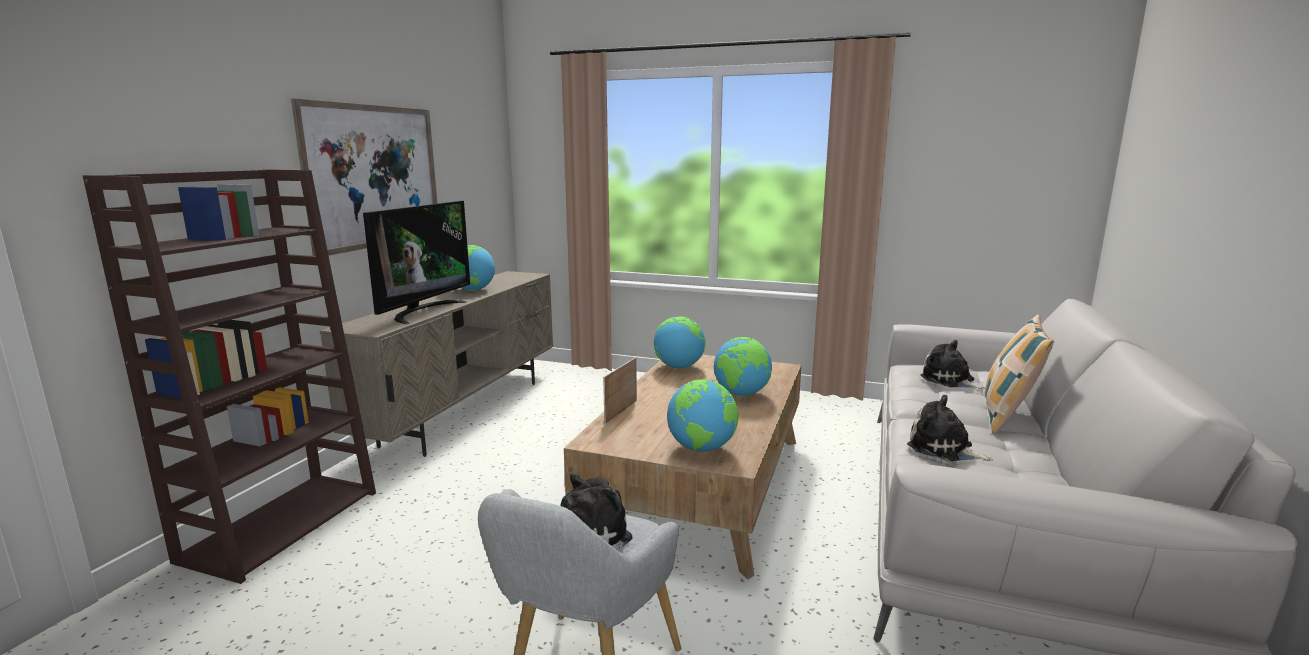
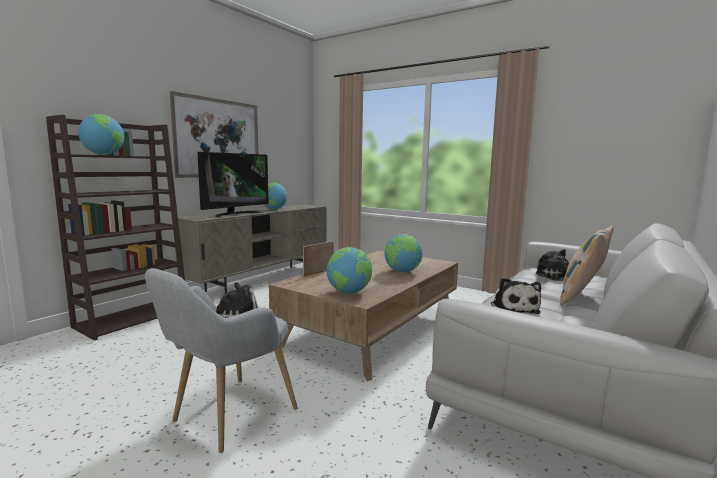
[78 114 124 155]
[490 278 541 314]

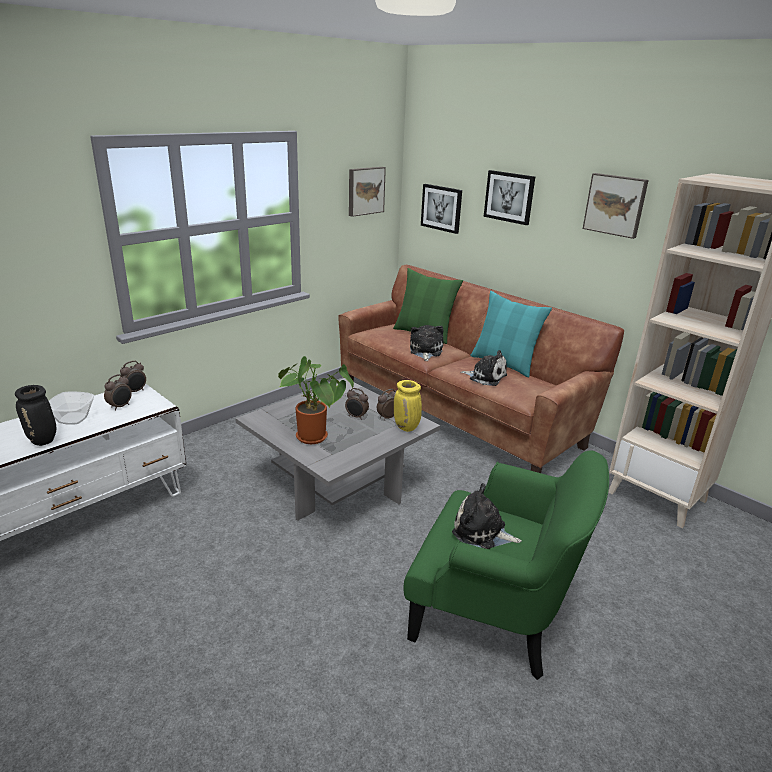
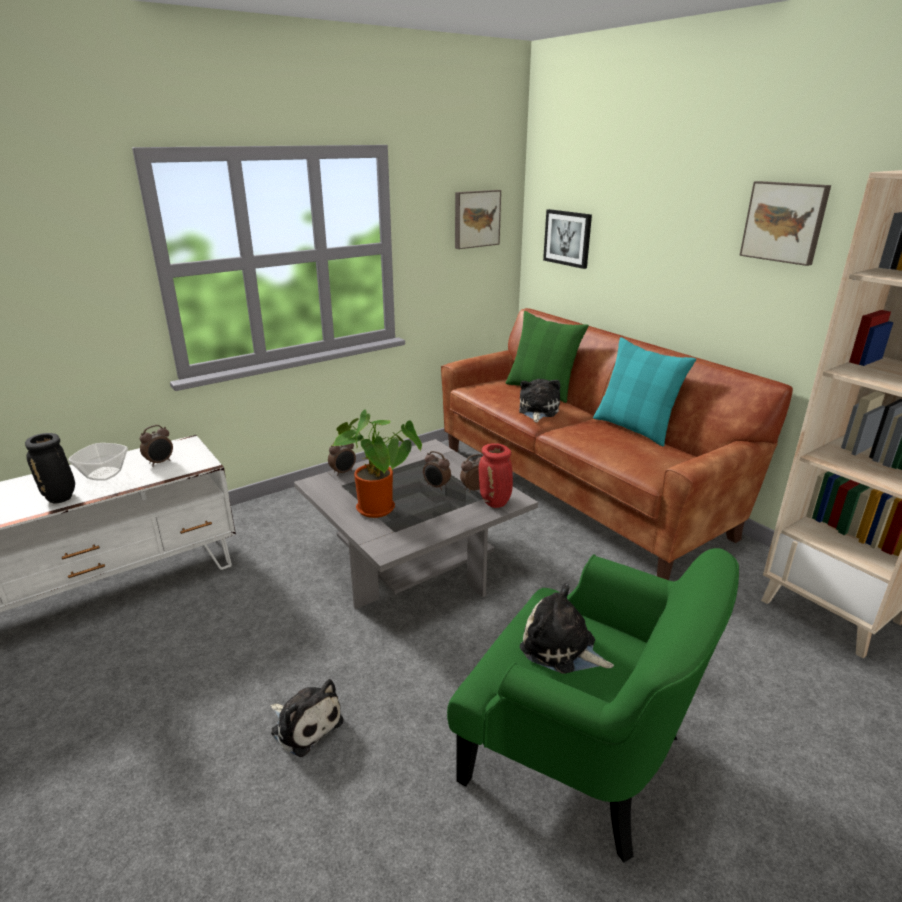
[328 443 356 476]
[479 443 513 508]
[271 679 344 757]
[484 170 535 225] (first image)

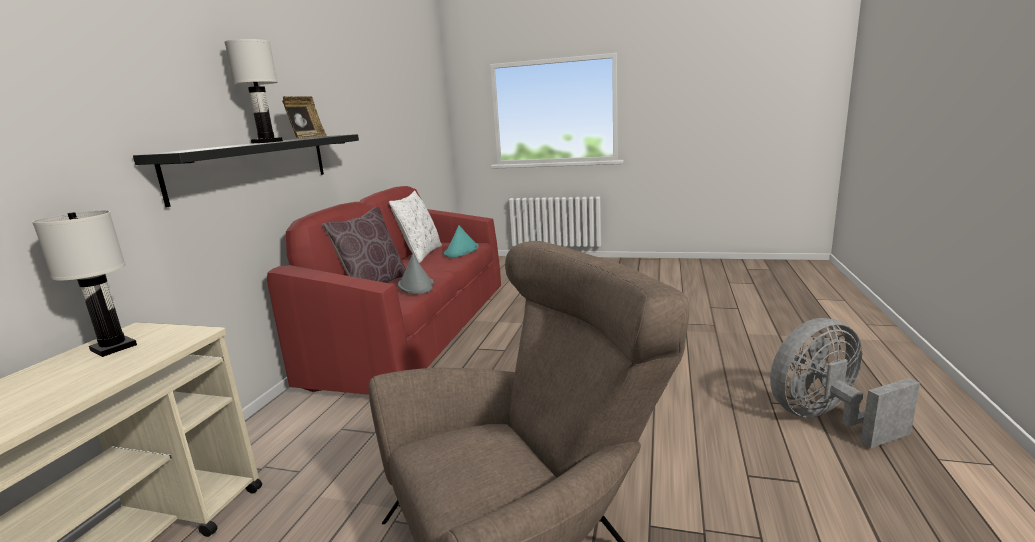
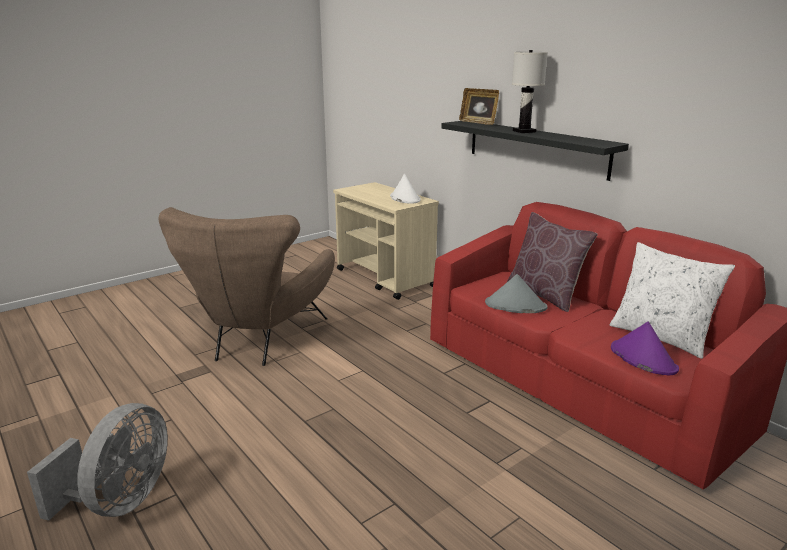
[390 173 421 204]
[459 88 499 125]
[611 322 679 375]

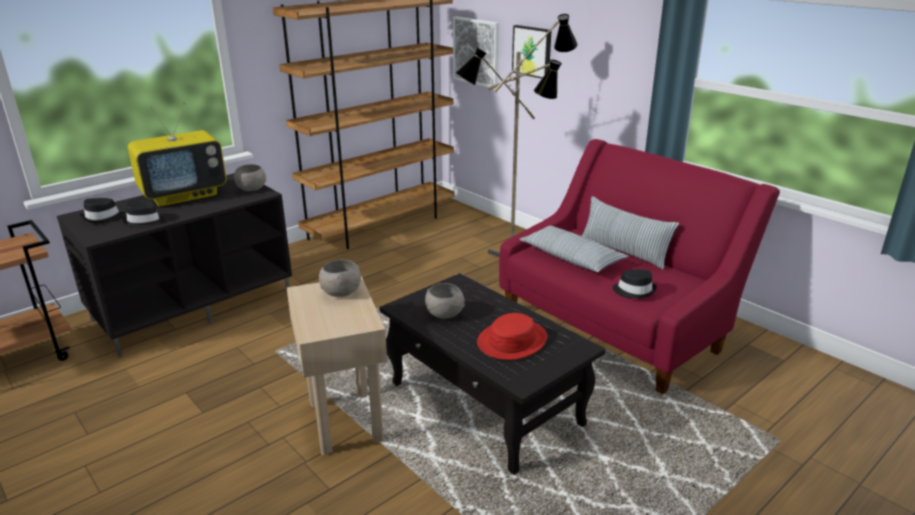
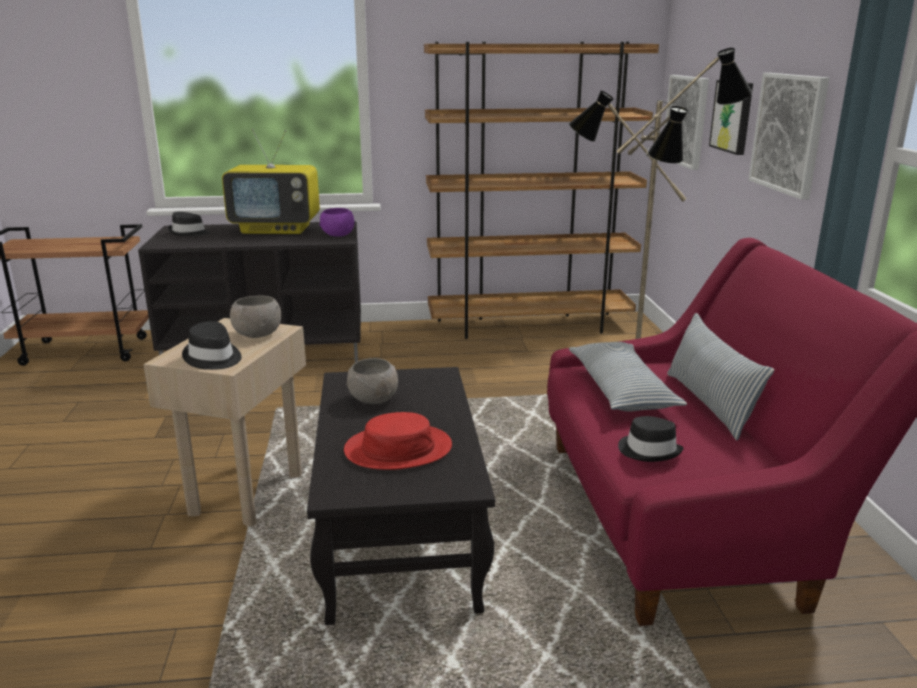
[182 321 242 370]
[320 208 354 237]
[748 73 829 200]

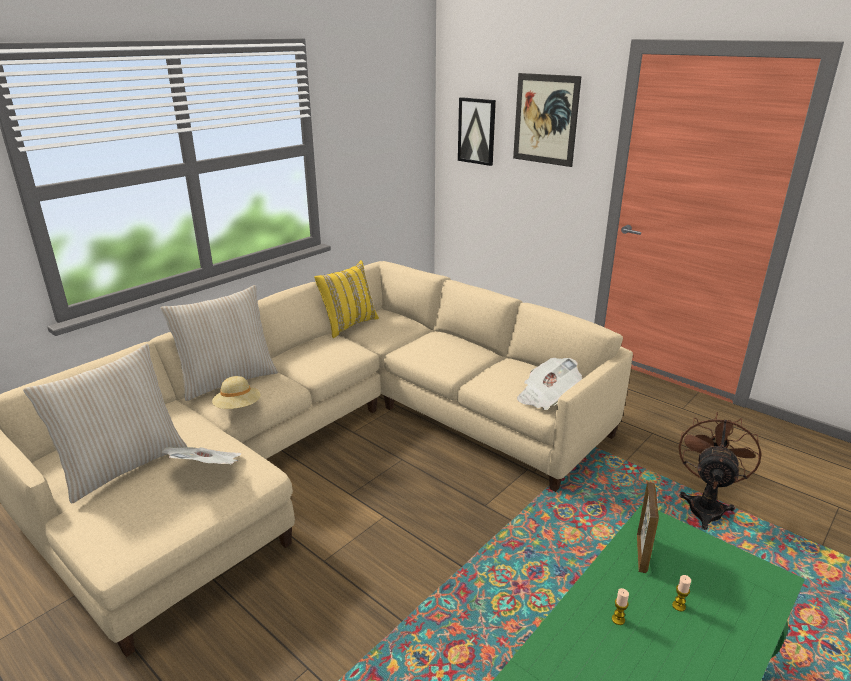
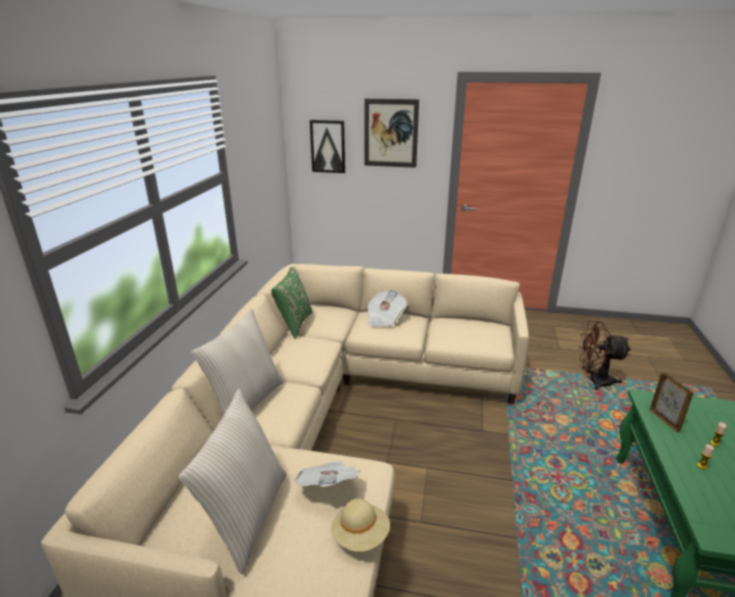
[331 499 390 552]
[271 267 312 339]
[366 291 407 327]
[579 321 630 390]

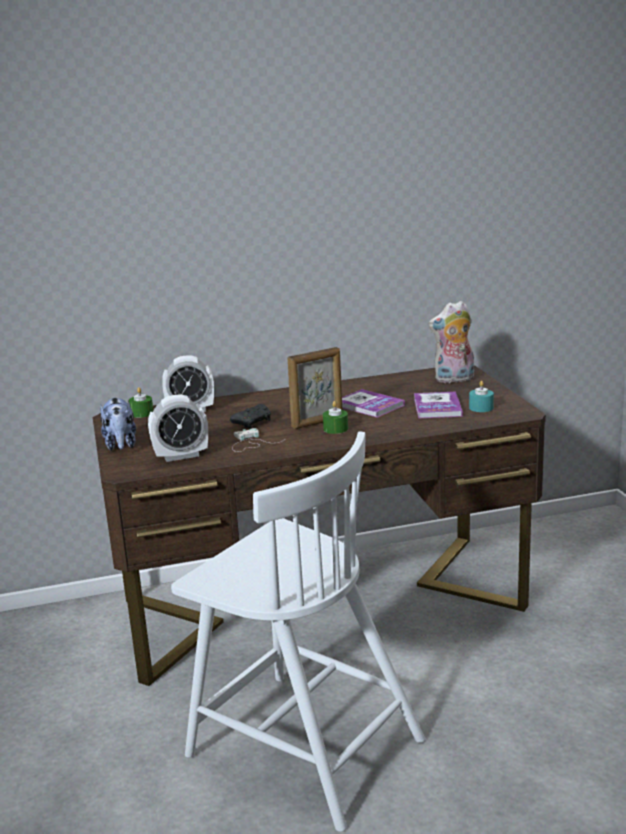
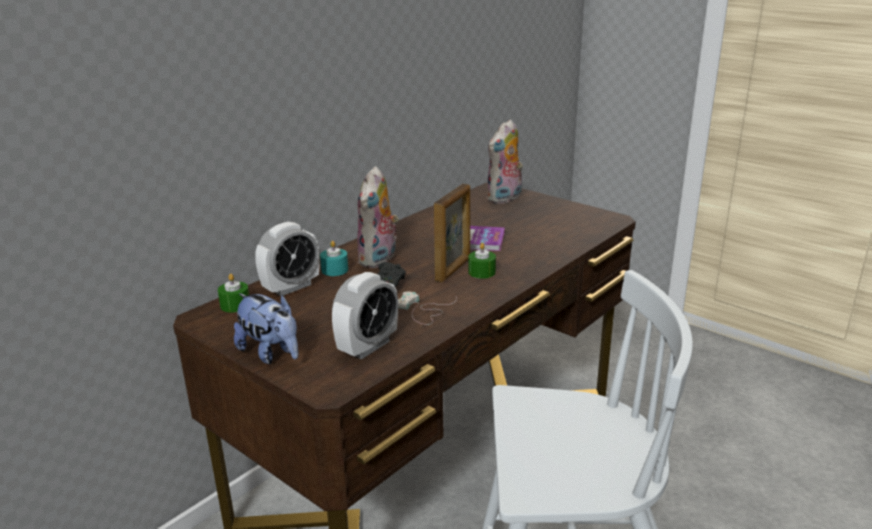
[414 392 463 418] (first image)
[320 241 348 276]
[357 166 399 268]

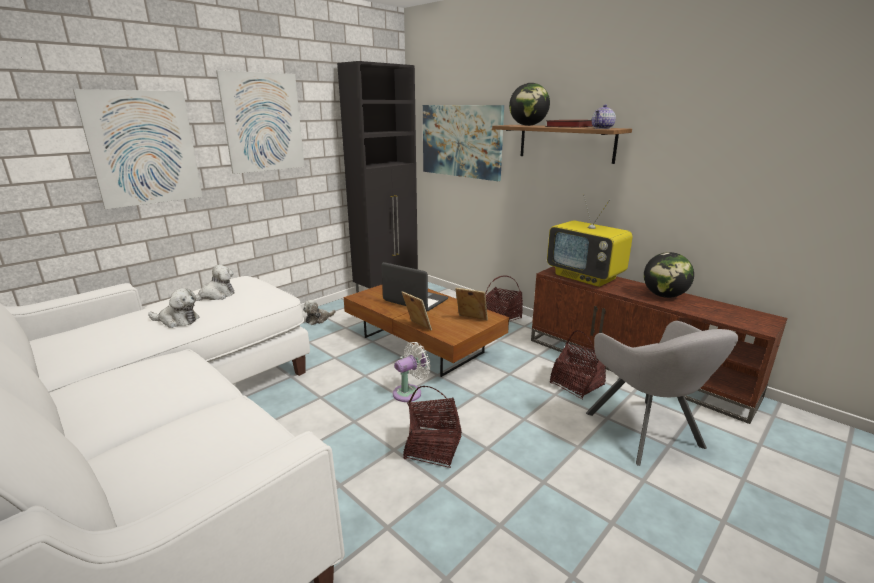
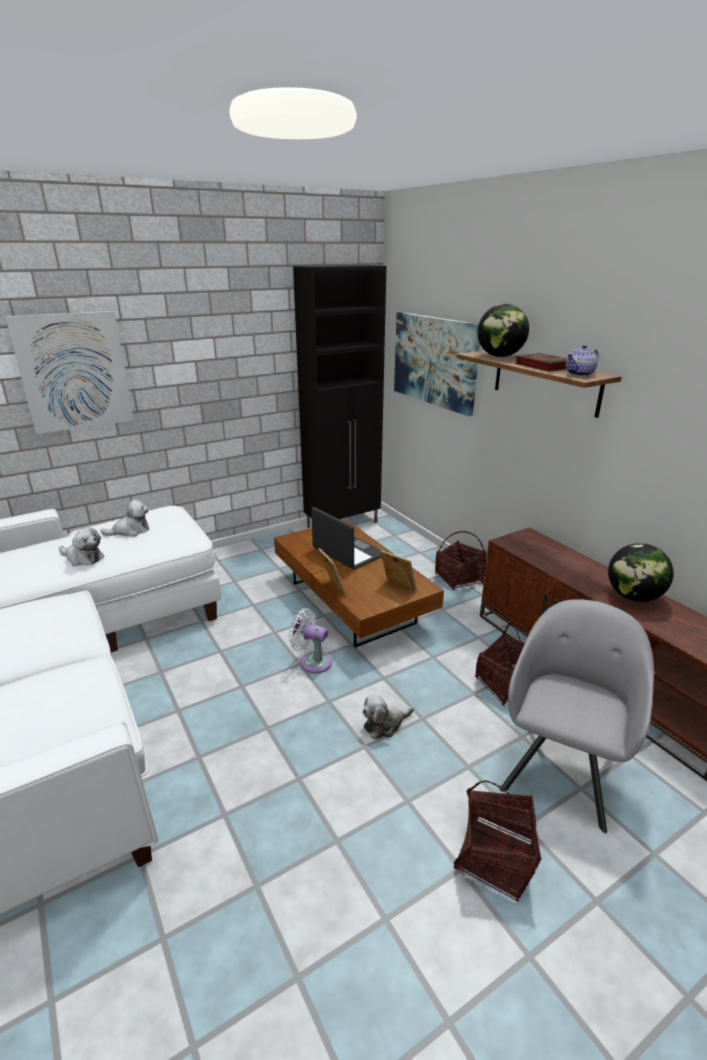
[216 70 305 174] (first image)
[362 694 414 739]
[288 608 332 674]
[454 780 542 902]
[547 195 633 287] (first image)
[500 599 654 833]

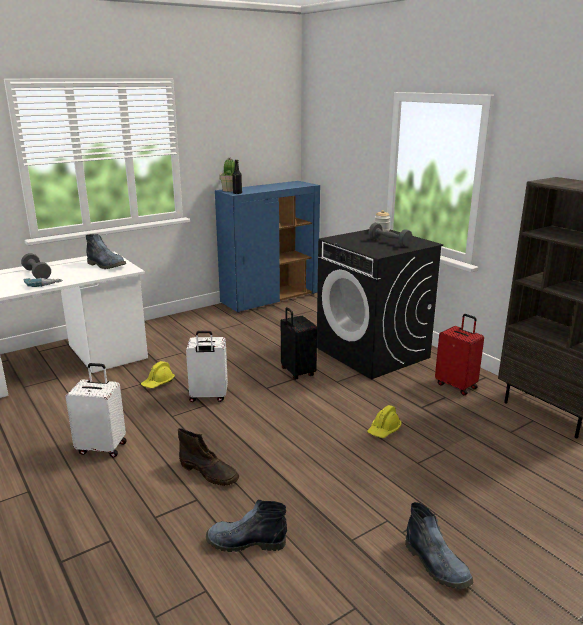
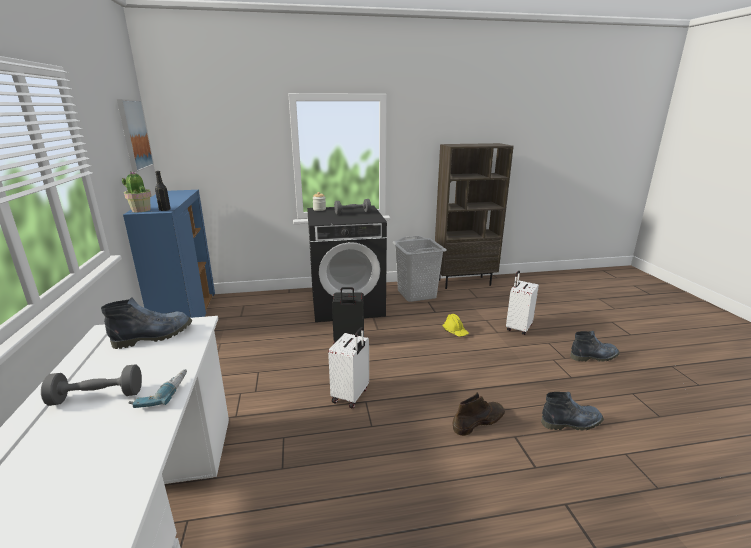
[506 271 539 335]
[141 361 175 388] (first image)
[541 392 604 430]
[392 236 447 302]
[117 99 154 172]

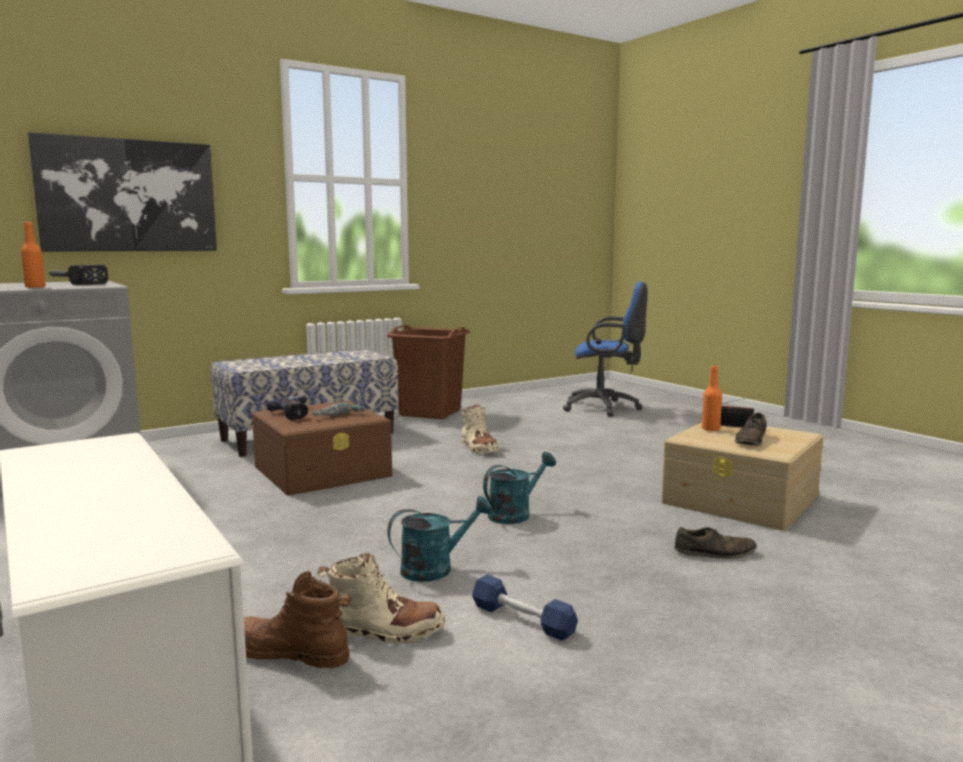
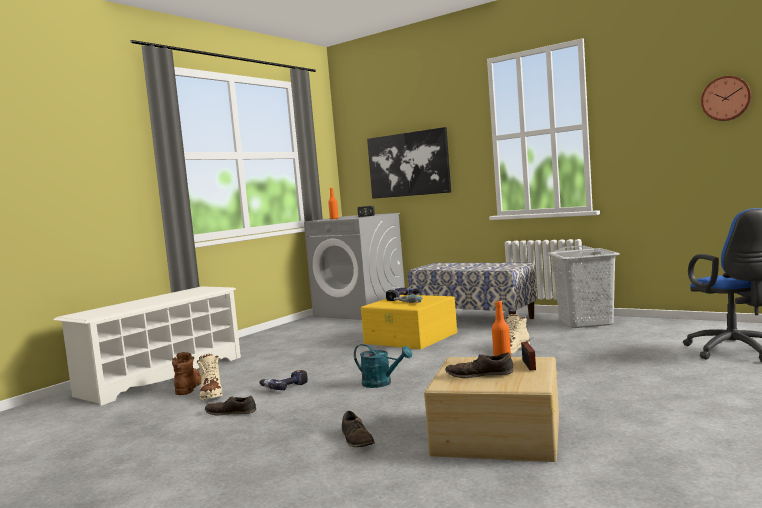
[361 295 457 349]
[547 245 620 328]
[259 370 308 390]
[205 396 256 415]
[701 76 751 121]

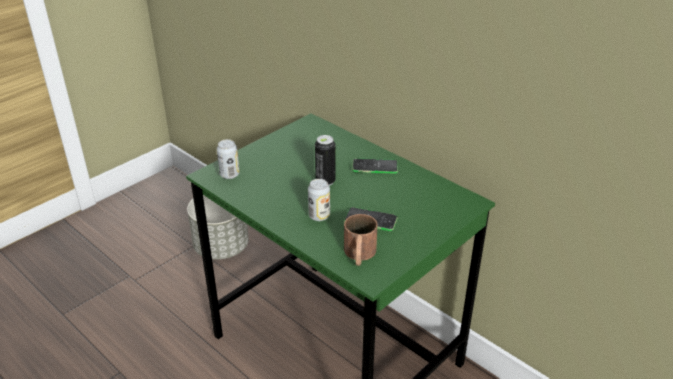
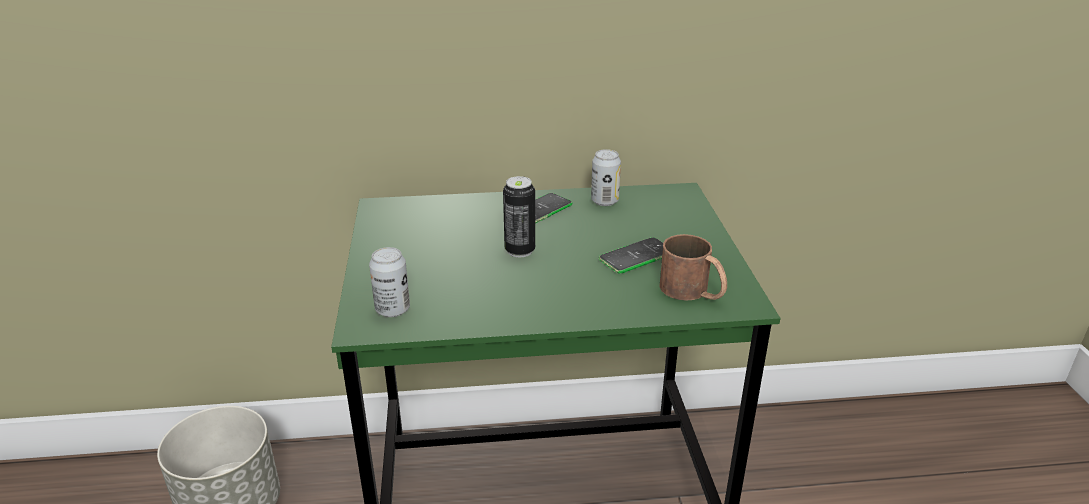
[591 149 621 206]

